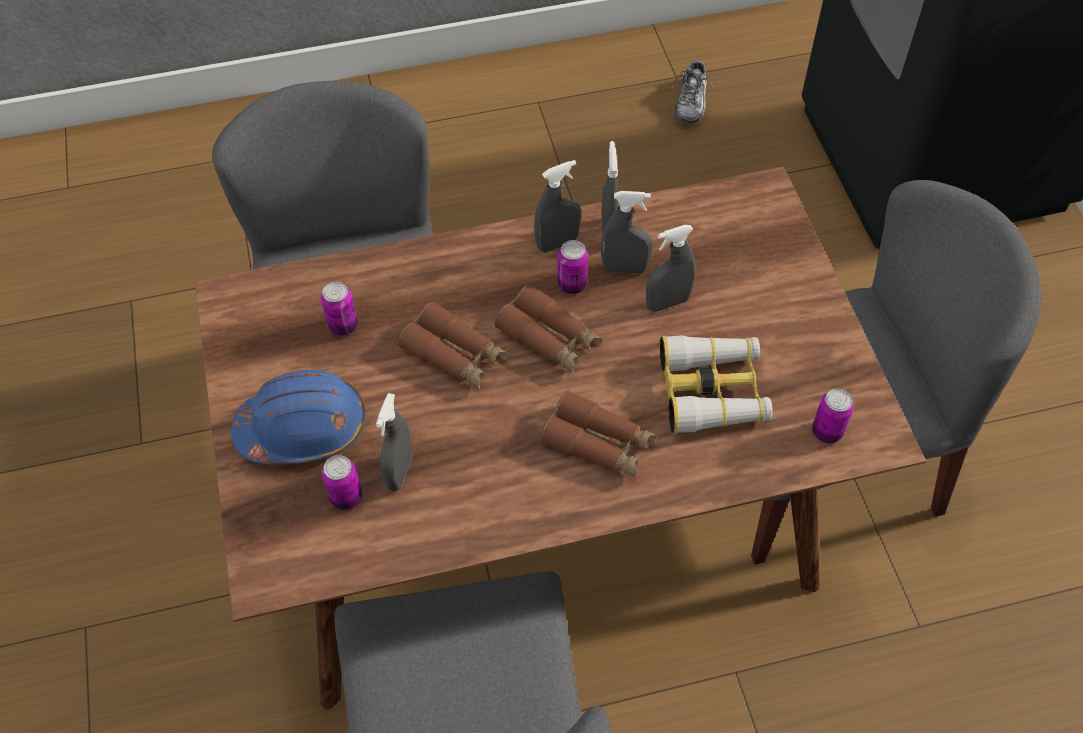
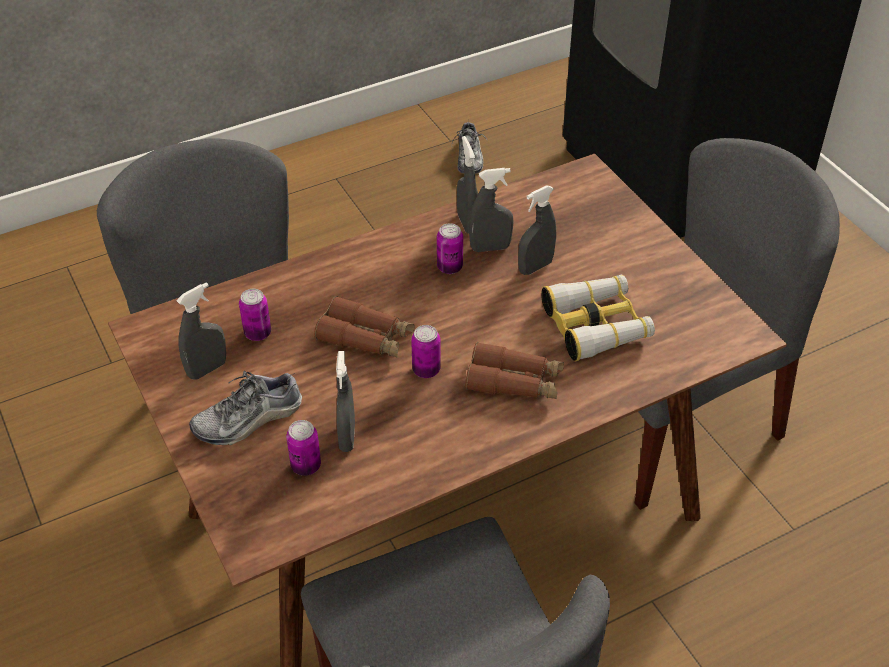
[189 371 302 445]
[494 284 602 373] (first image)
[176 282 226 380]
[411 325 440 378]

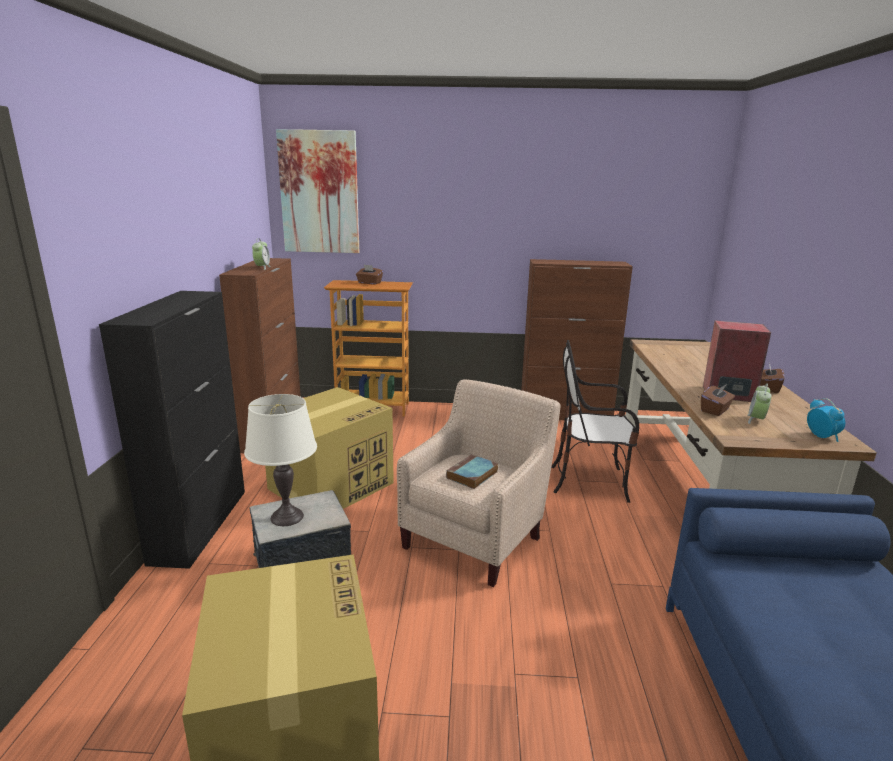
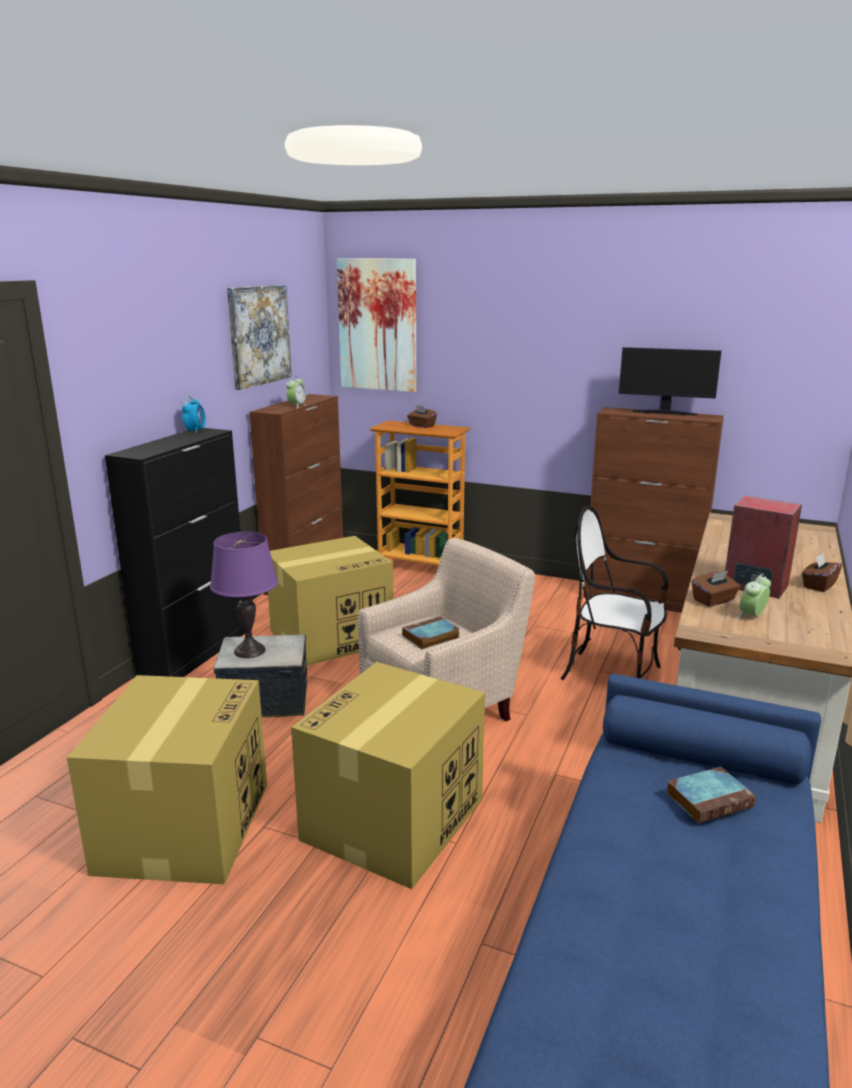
[210 532 278 658]
[182 396 206 434]
[227 284 292 390]
[291 662 485 889]
[619 347 721 416]
[666 767 756 823]

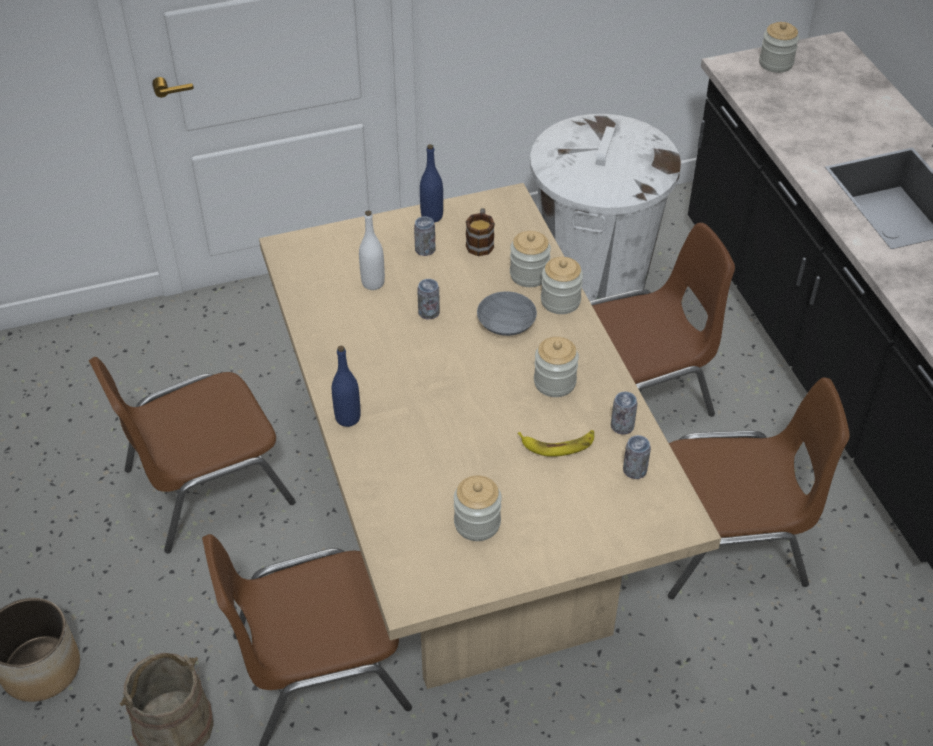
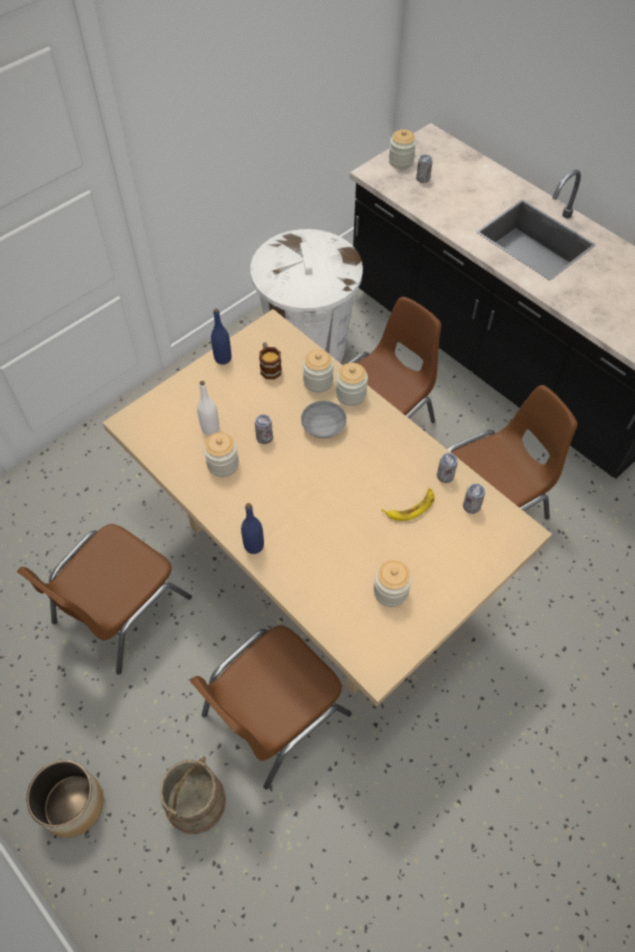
[416 155 432 183]
[204 432 239 477]

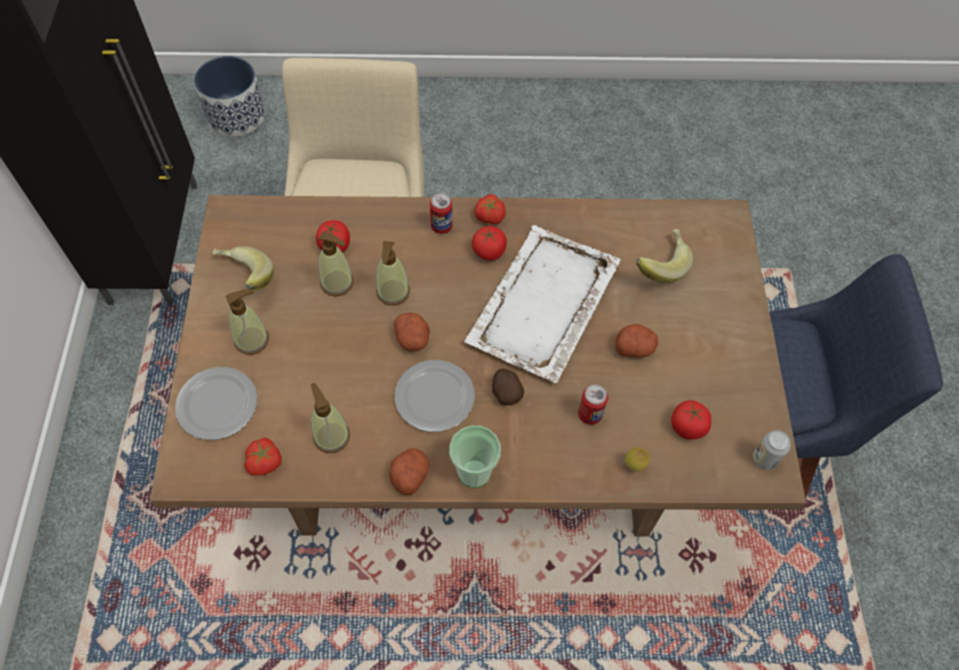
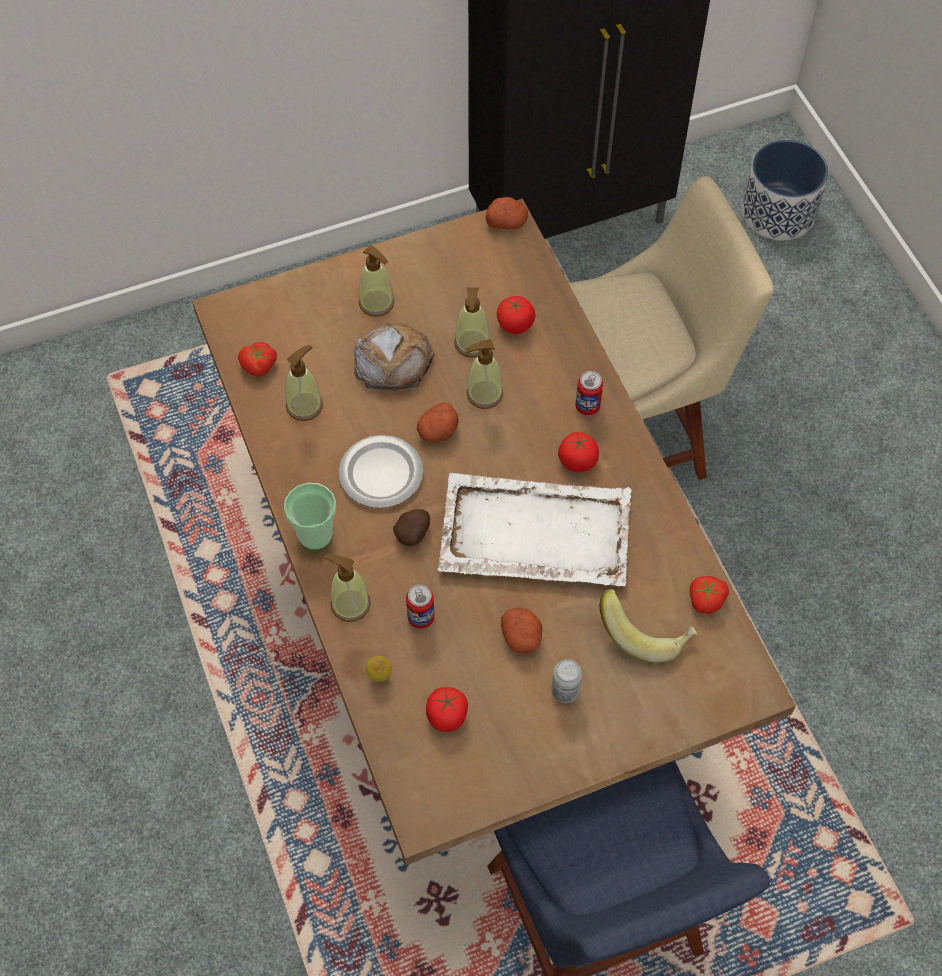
[175 367 257 440] (first image)
[213 246 274 290] (first image)
[486 197 528 229]
[690 576 729 614]
[551 659 582 703]
[323 554 371 622]
[354 322 435 391]

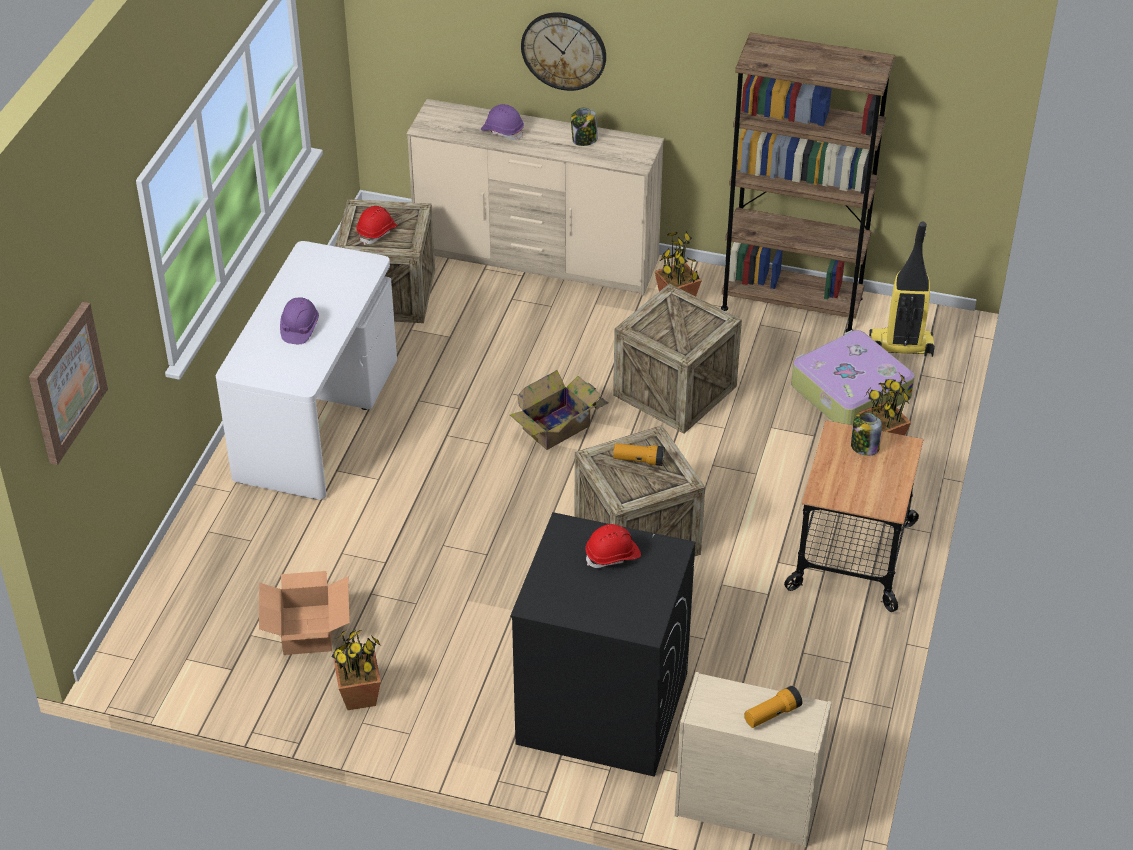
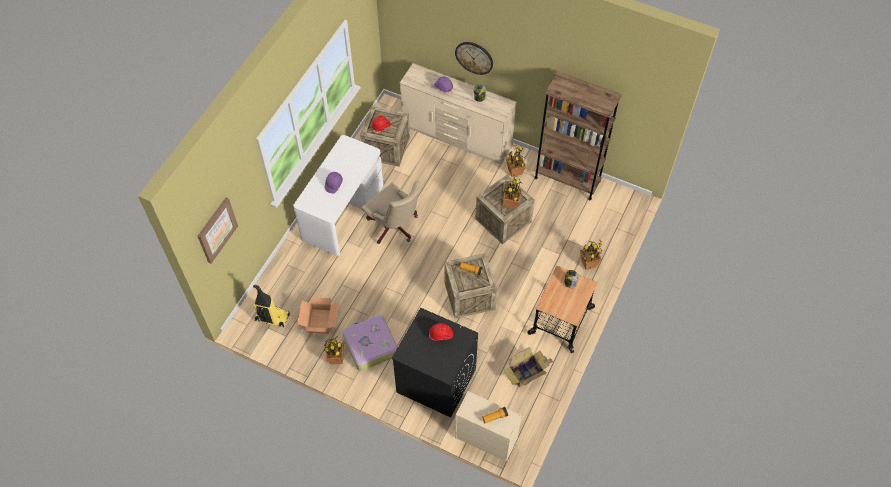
[504 347 553 387]
[342 315 398 371]
[253 285 290 328]
[362 181 421 244]
[502 175 522 209]

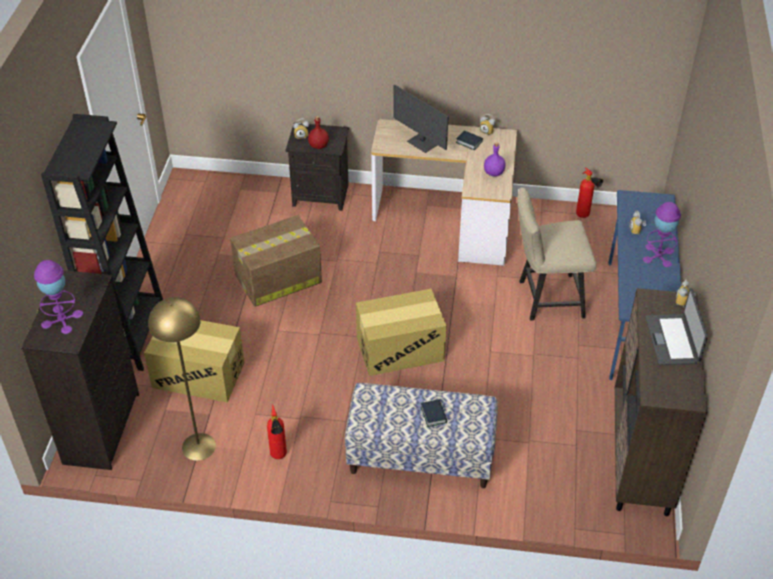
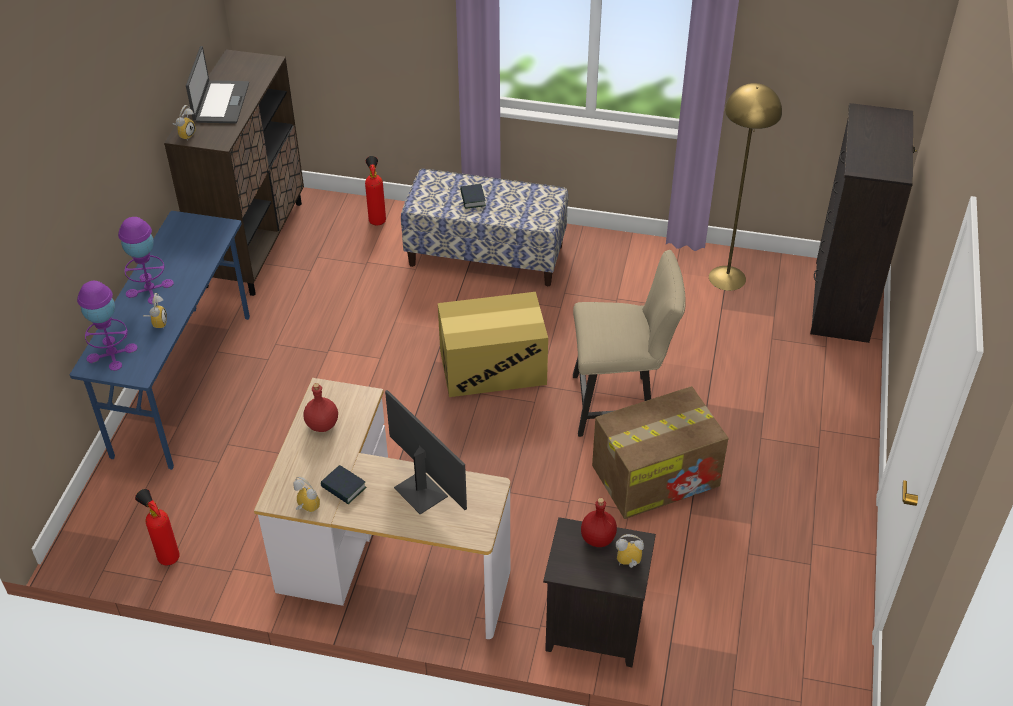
[77 281 138 371]
[41 114 163 371] (first image)
[144 320 245 403] (first image)
[365 156 386 226]
[303 383 338 432]
[573 250 686 437]

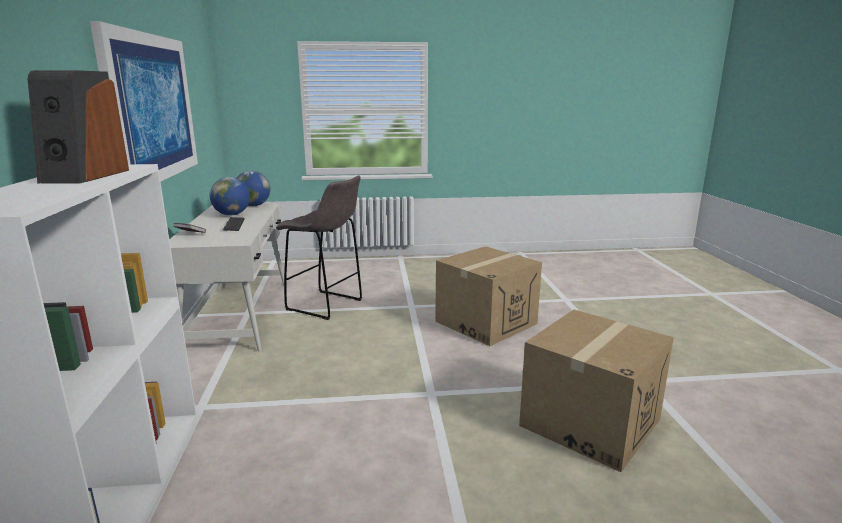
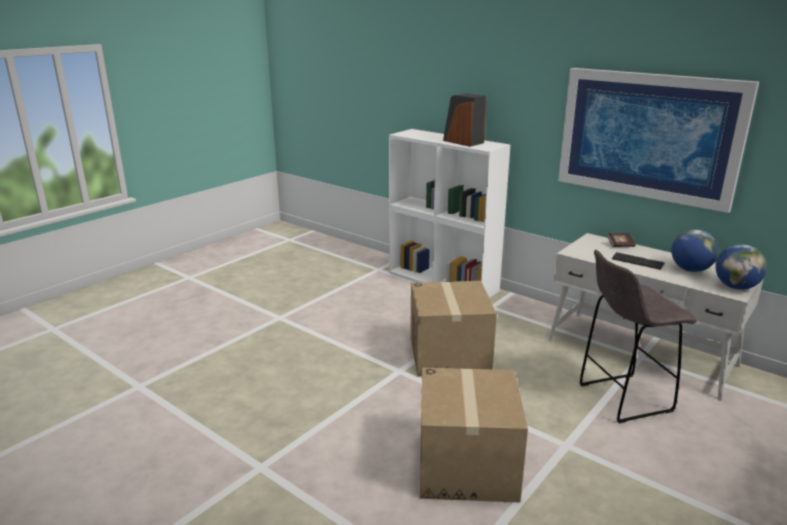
[410 281 497 377]

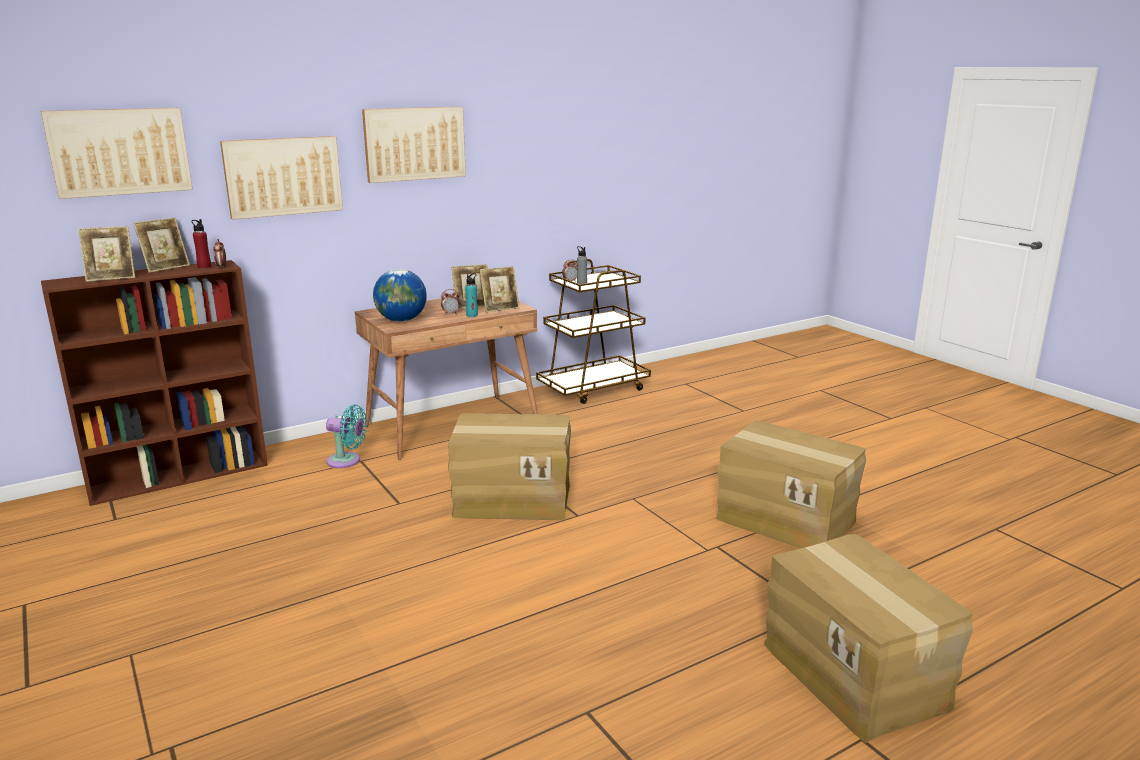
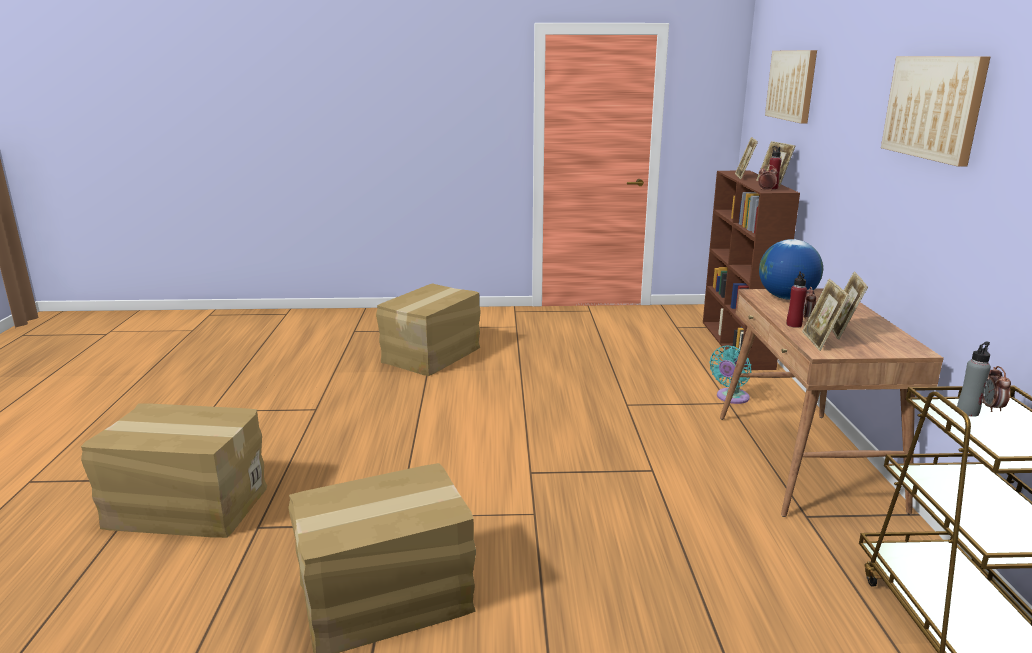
[220 136 343 220] (first image)
[376 283 481 376]
[786 271 807 328]

